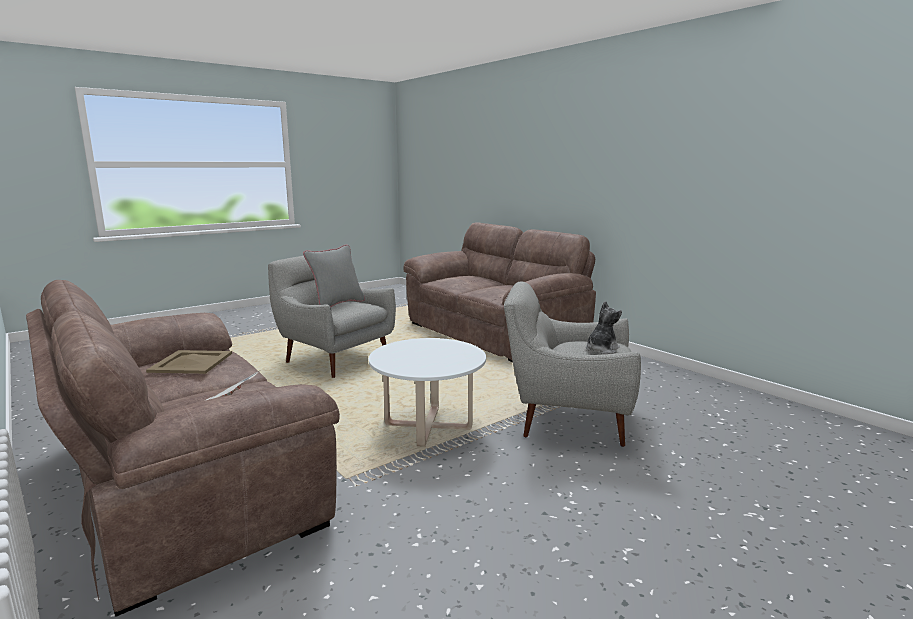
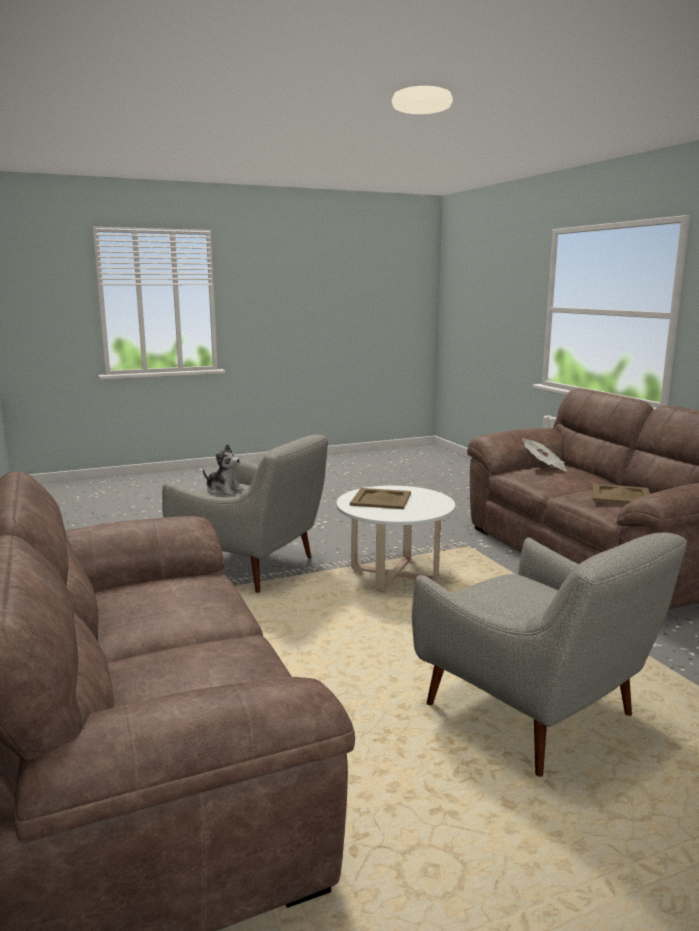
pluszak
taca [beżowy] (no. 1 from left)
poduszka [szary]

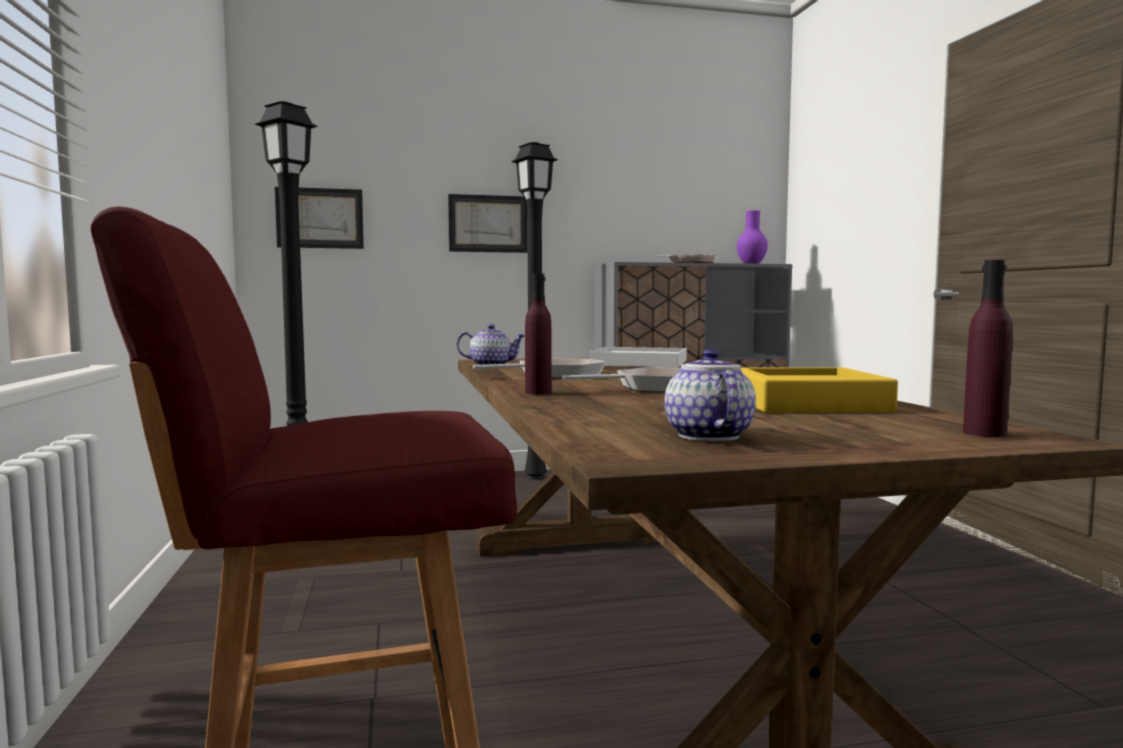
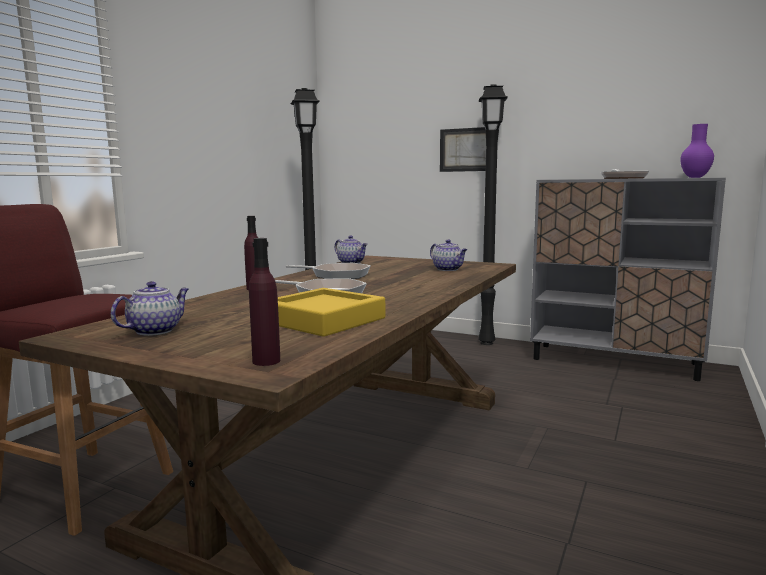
imbryk (no. 3 from left)
obraz (no. 1 from left in the first image)

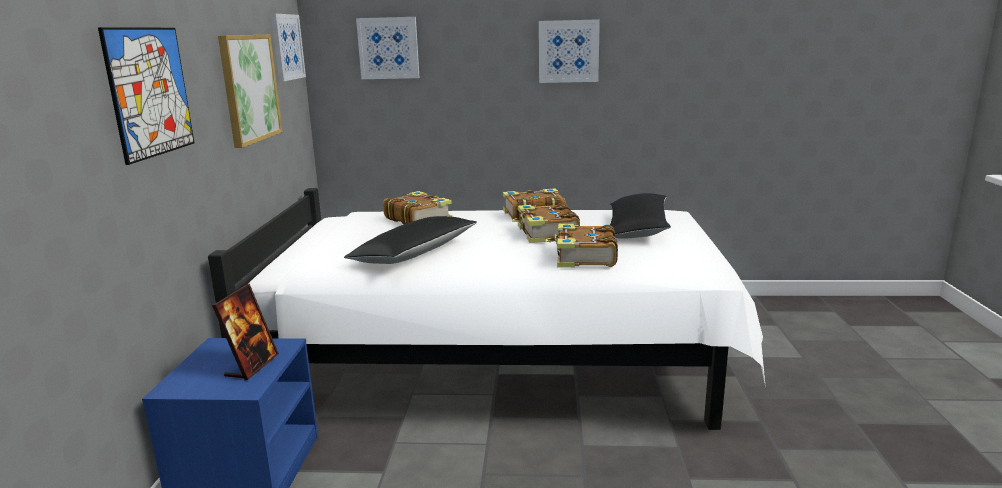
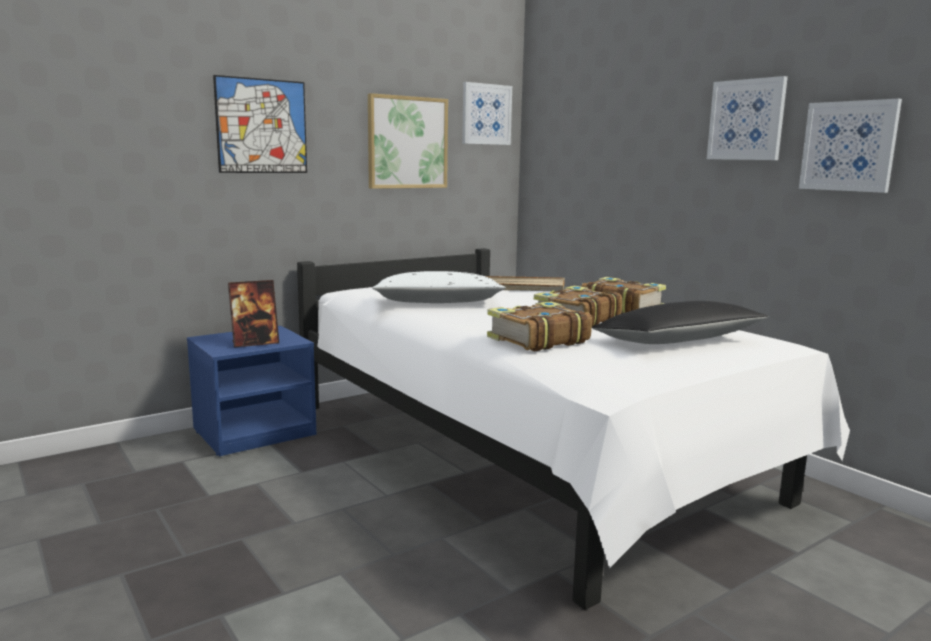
poduszka [biały]
taca [beżowy]
obraz (no. 5 from left)

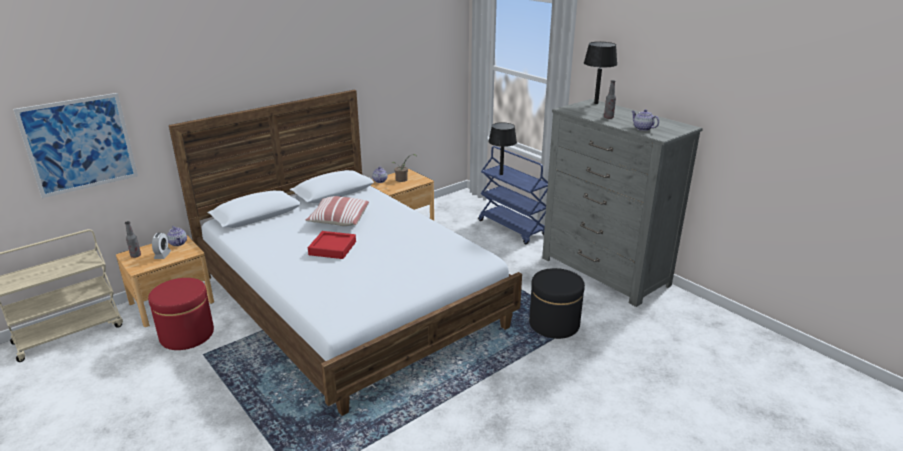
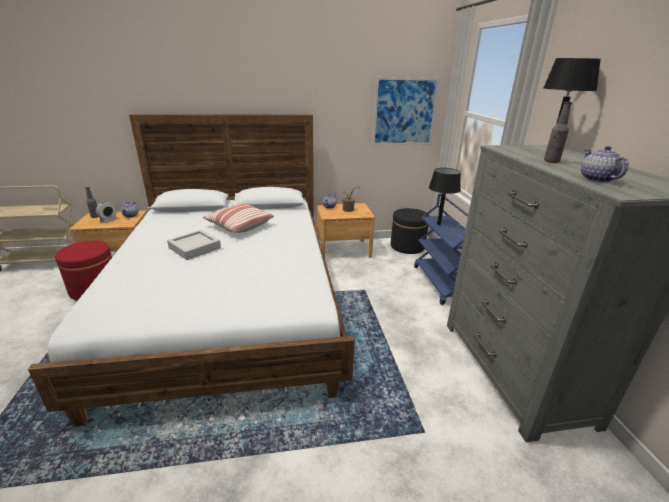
taca [szary]
obraz
pufa [czarny]

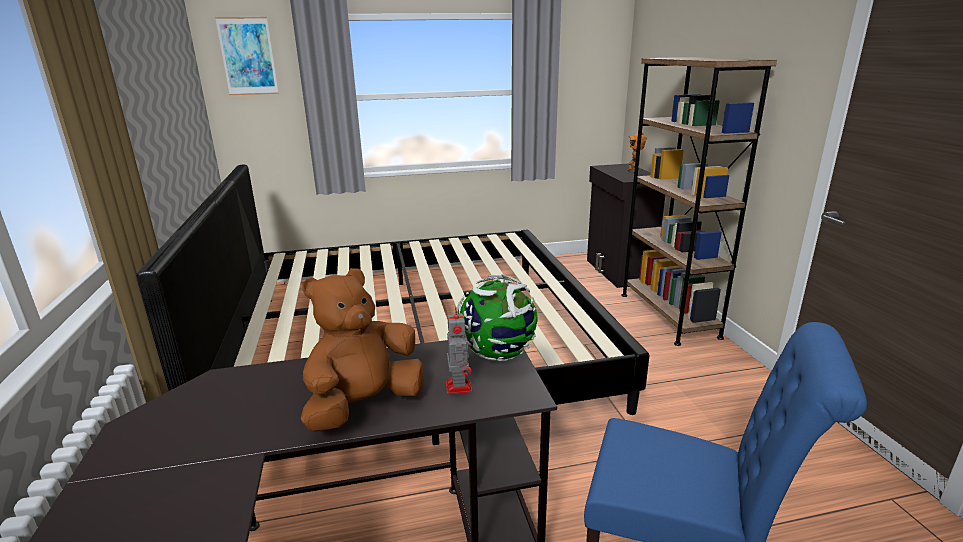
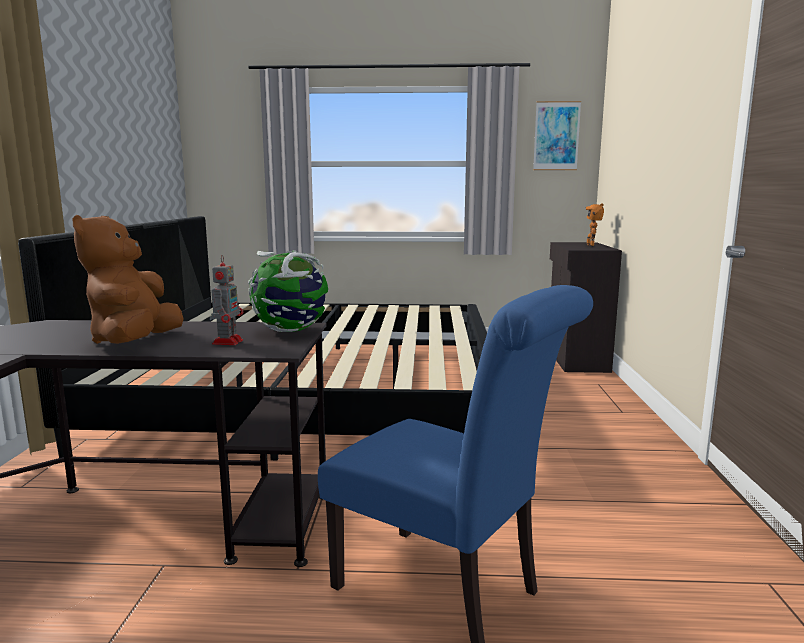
pluszak [brązowy]
obraz
regał [brązowy]

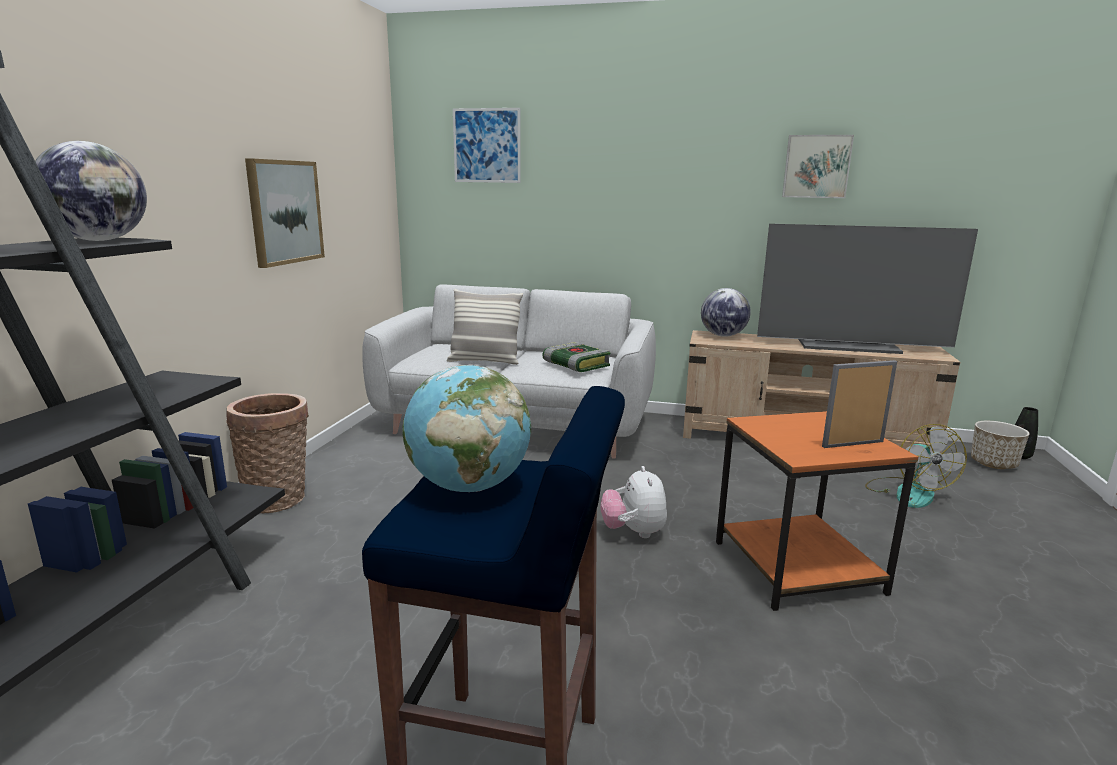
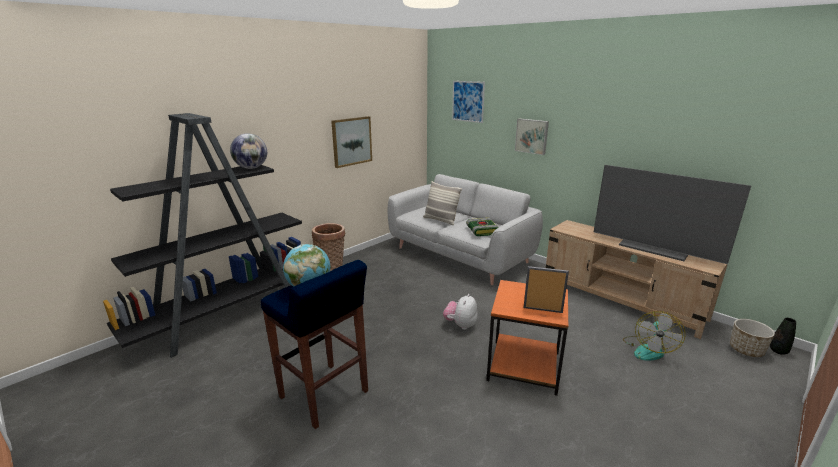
obraz (no. 3 from left)
globus (no. 3 from left in the first image)

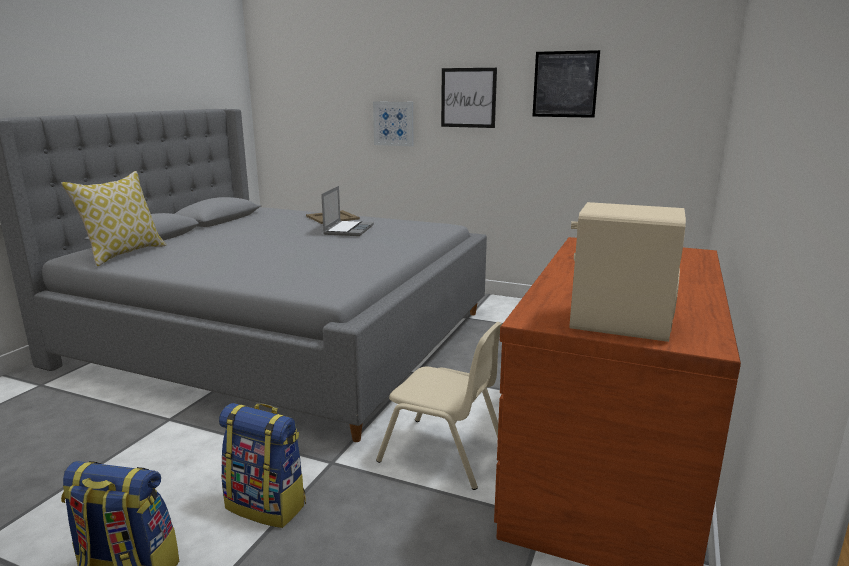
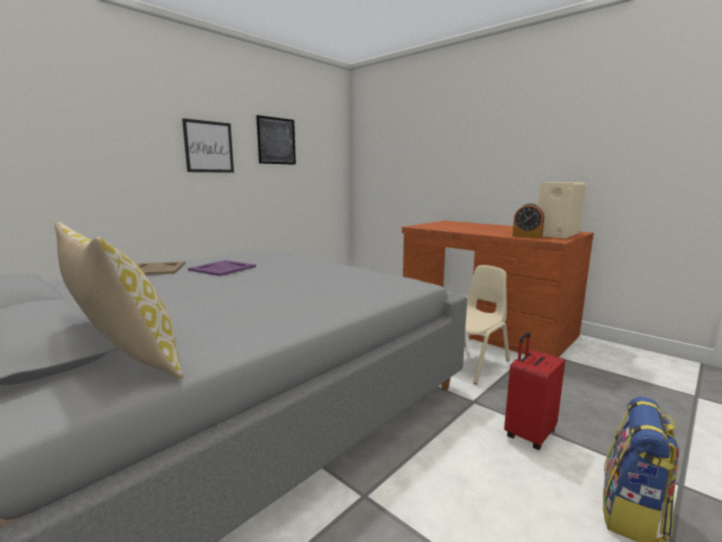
taca [fioletowy]
walizka [czerwony]
budzik
obraz (no. 1 from left in the first image)

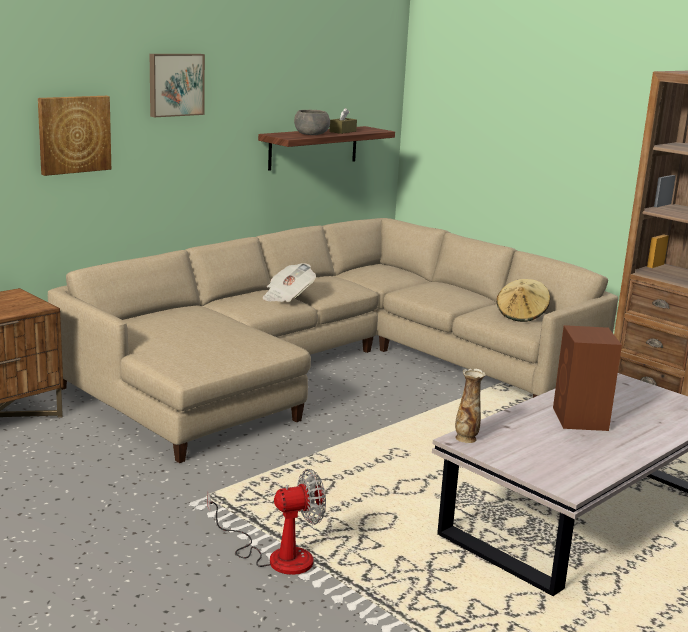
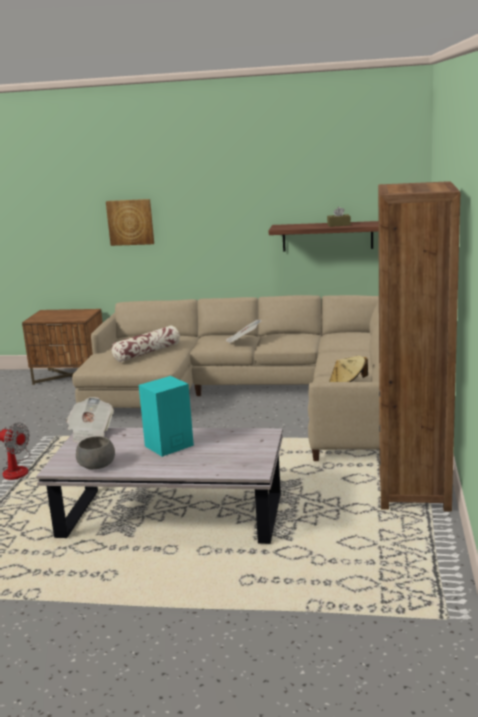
gazeta (no. 1 from left)
miska [szary]
poduszka
głośnik [turkusowy]
obraz (no. 2 from left in the first image)

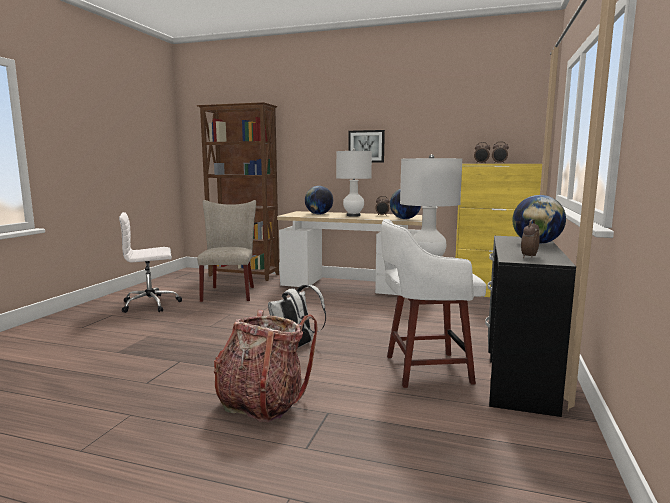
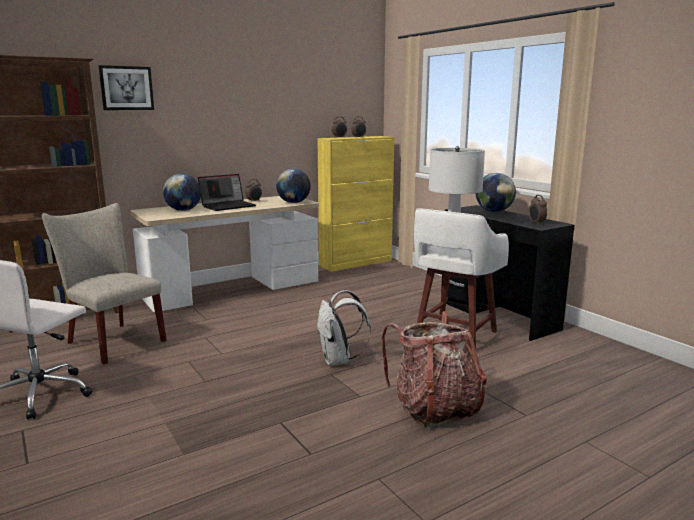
obraz
laptop

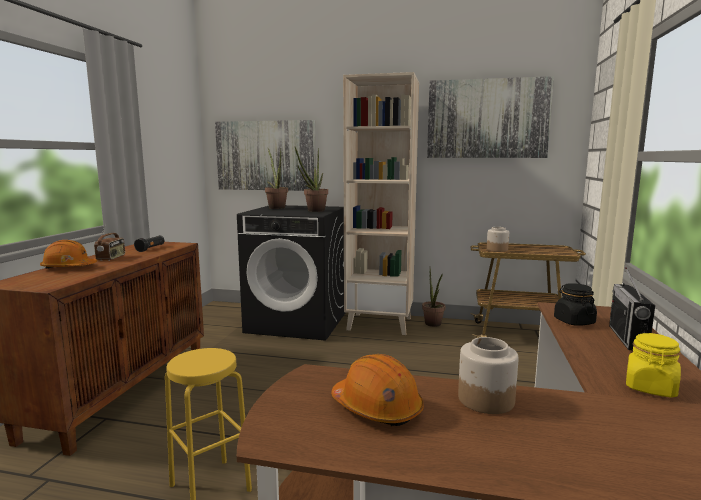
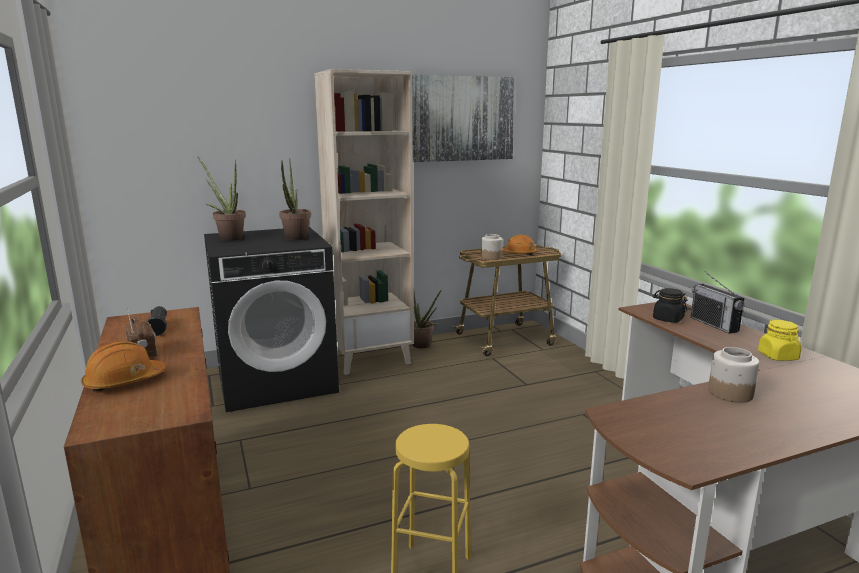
kask [pomarańczowy] (no. 2 from left)
obraz (no. 1 from left in the first image)

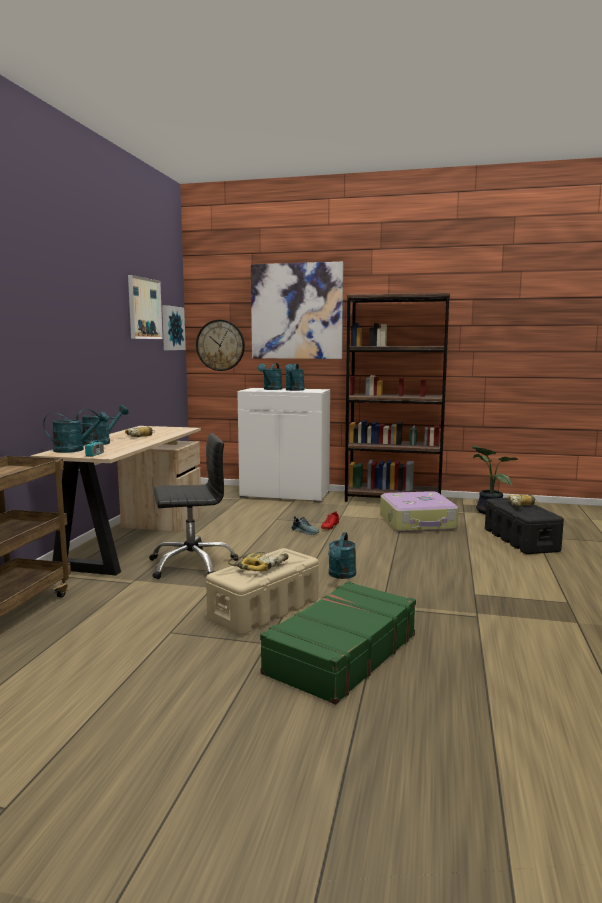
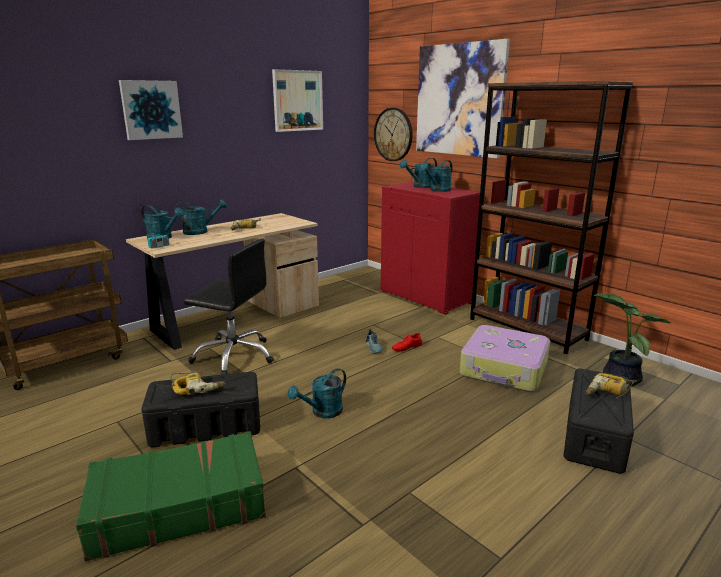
obraz (no. 1 from left)
pojemnik do przechowywania [czarny] (no. 1 from left)
szafka [czerwony]

